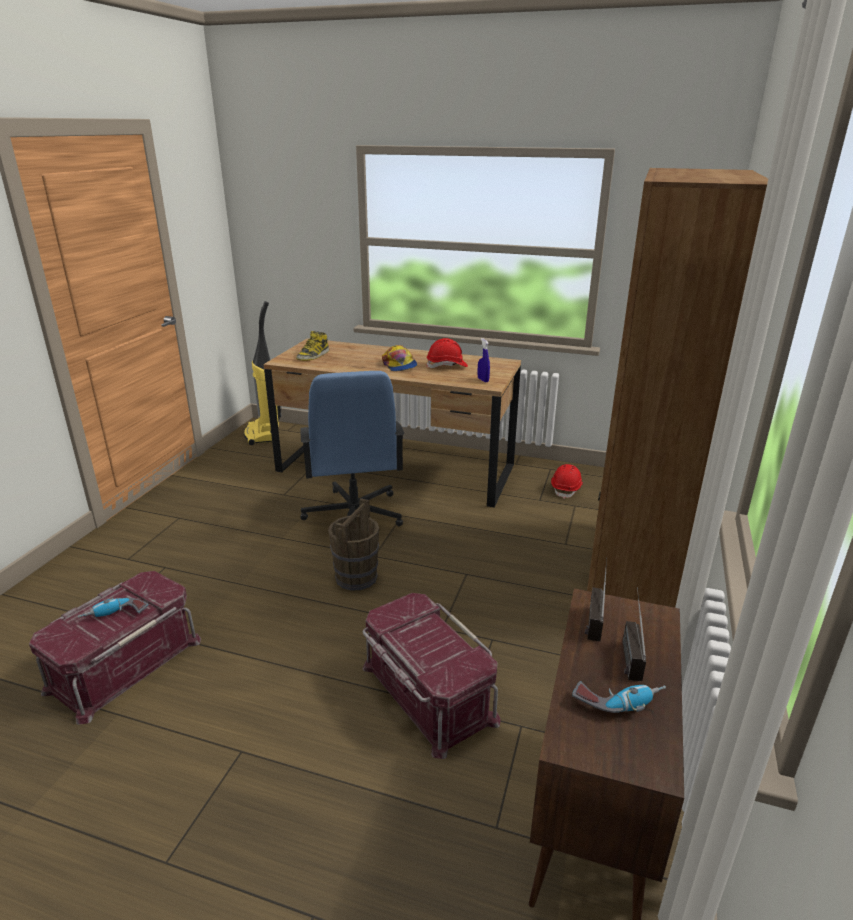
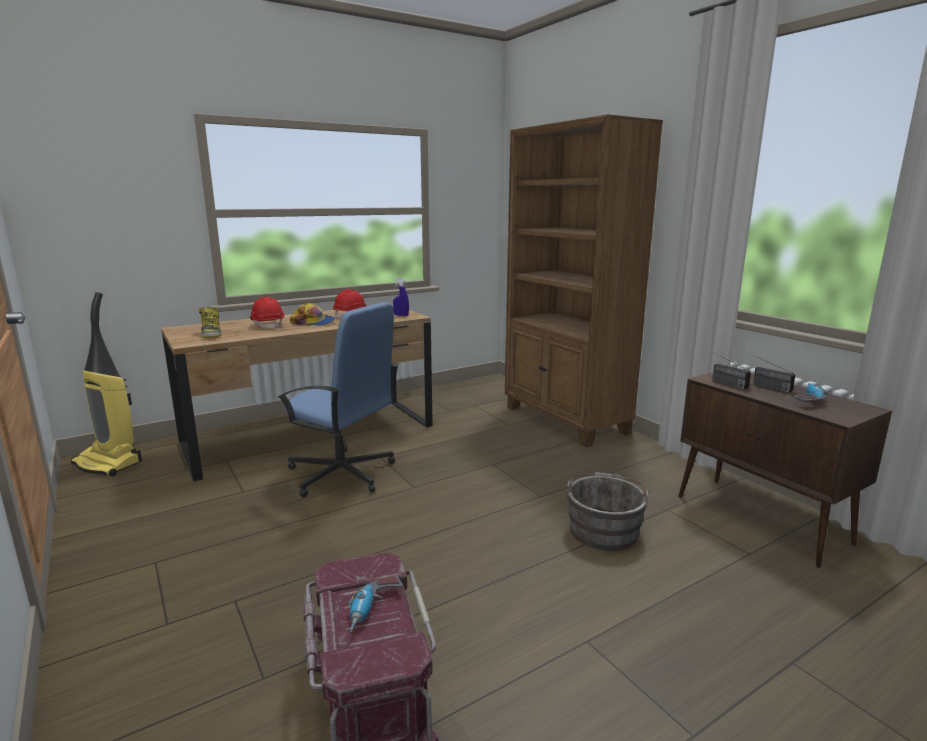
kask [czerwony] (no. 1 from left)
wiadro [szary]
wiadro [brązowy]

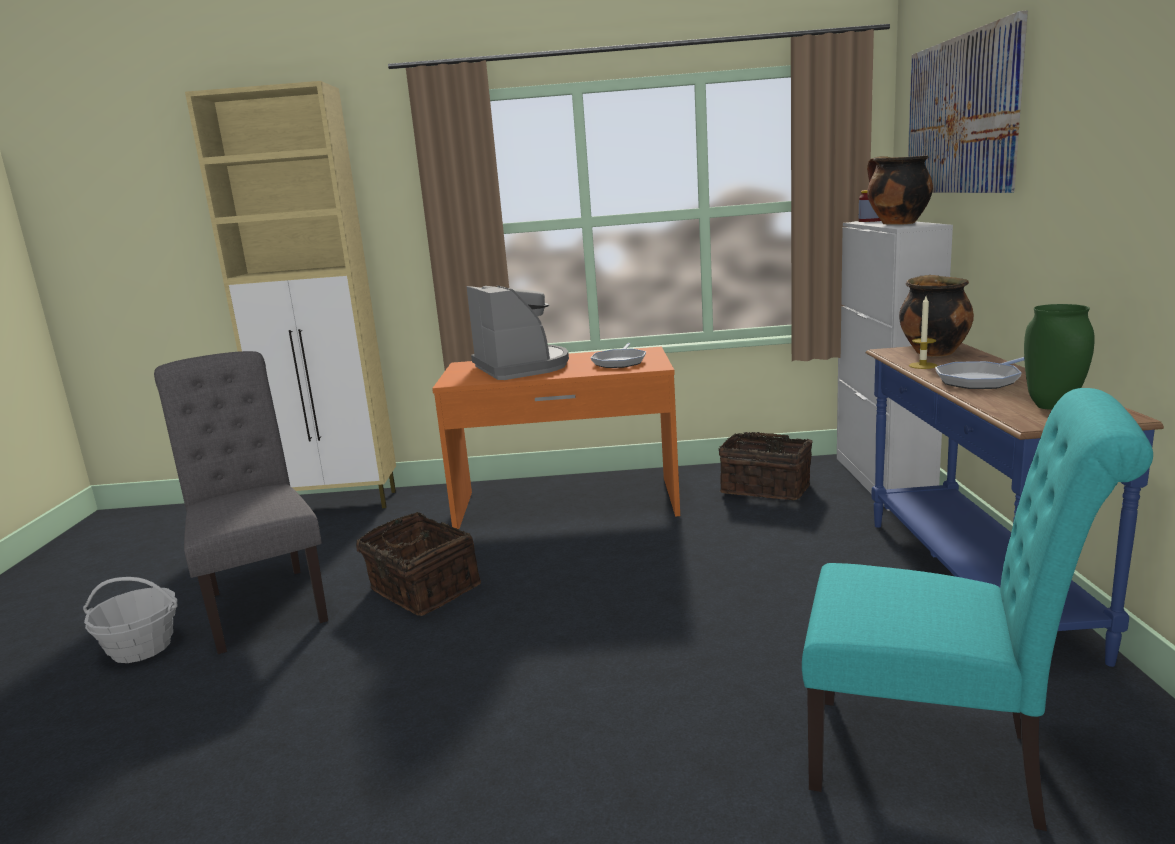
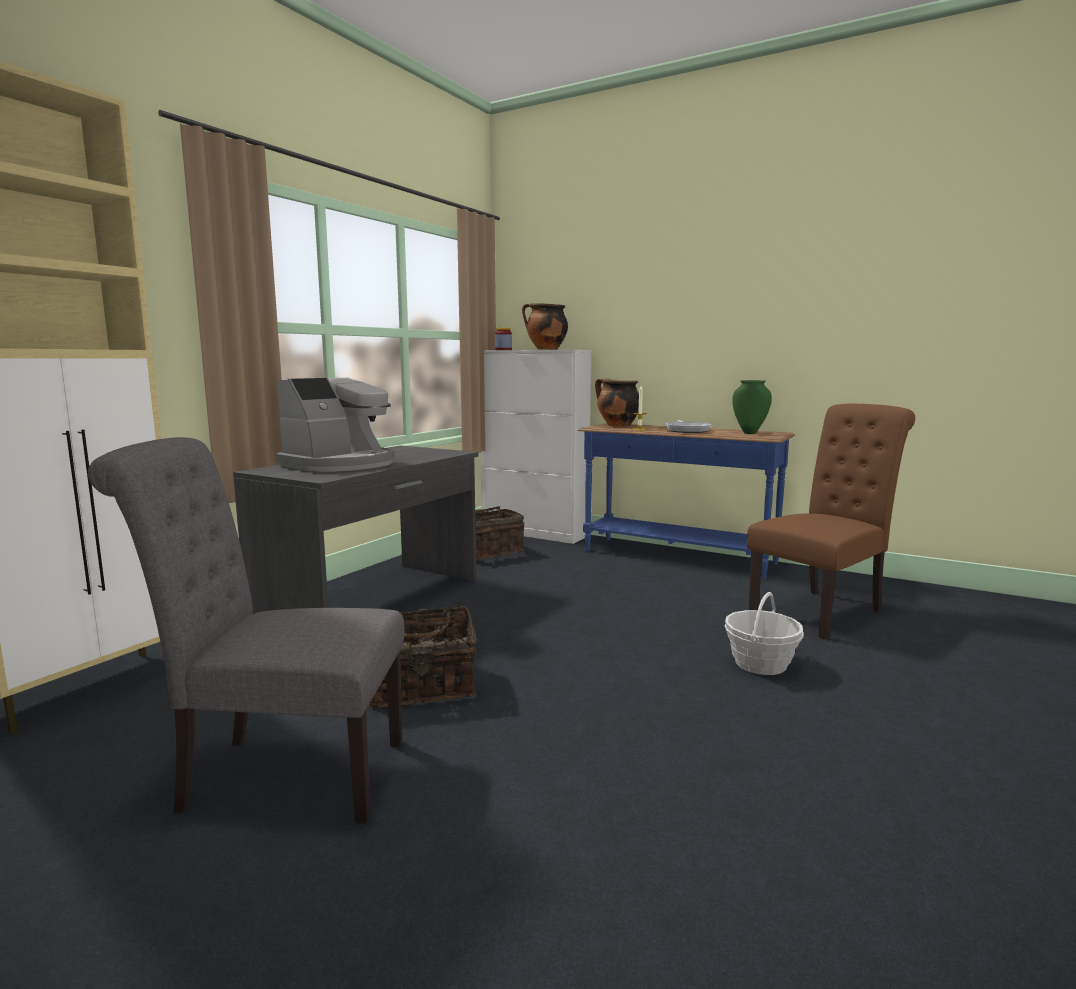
biurko [szary]
ekspres do kawy
koszyk (no. 3 from left)
krzesło [brązowy]
patelnia (no. 1 from left in the first image)
obraz

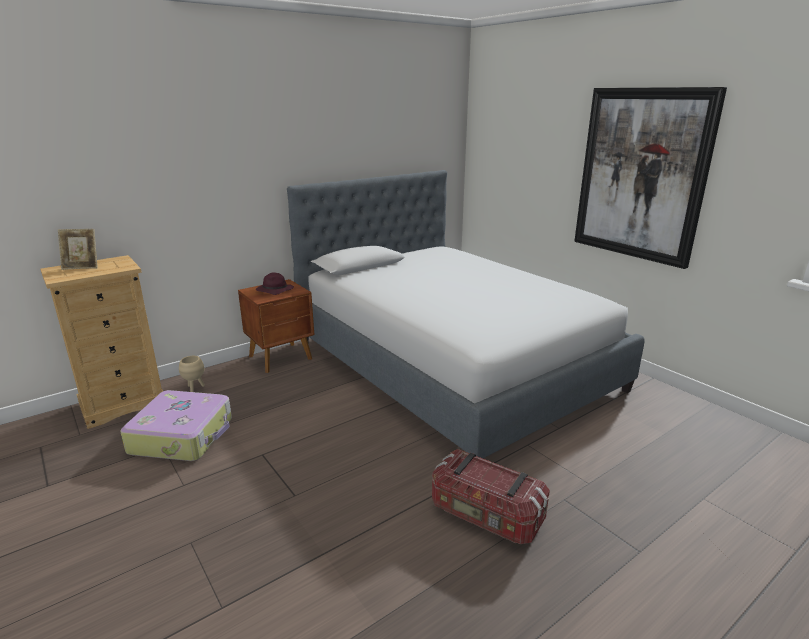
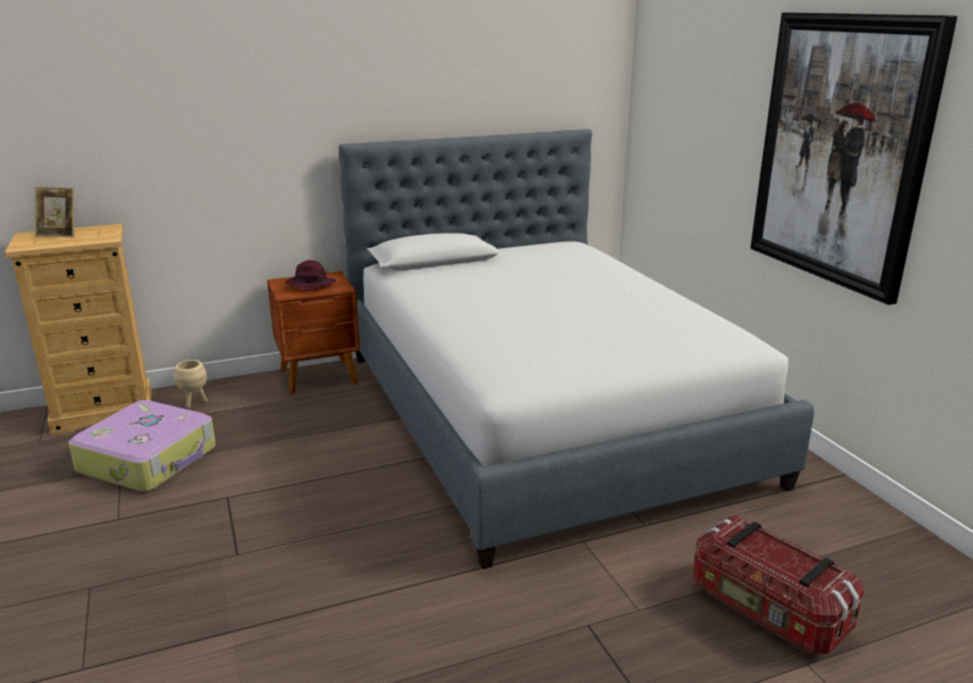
pojemnik do przechowywania

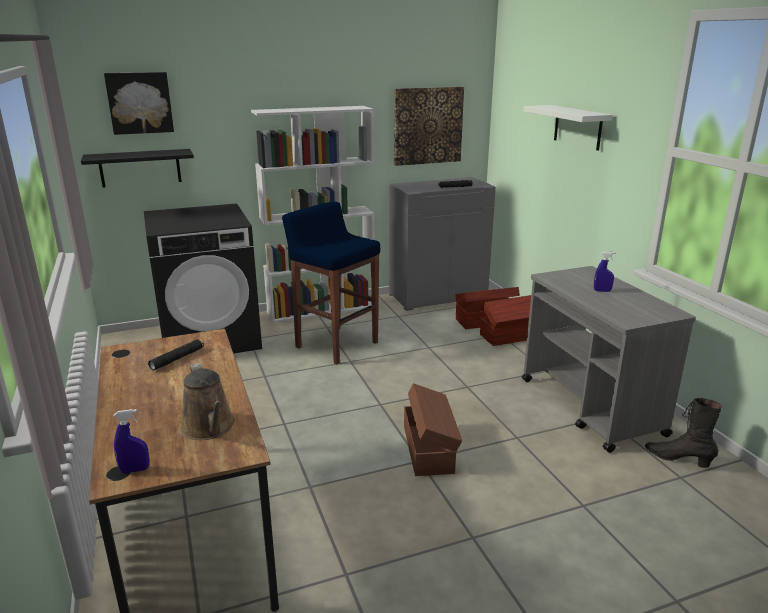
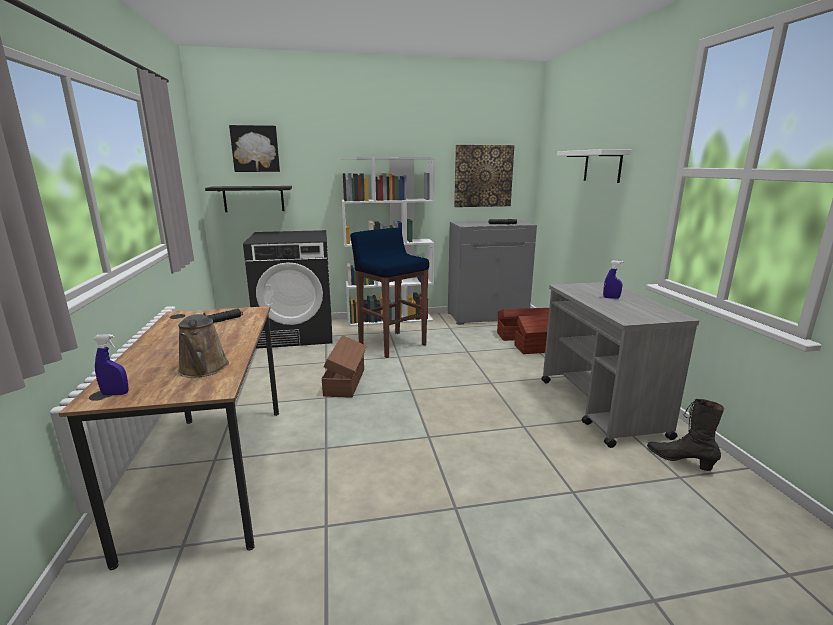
pojemnik do przechowywania [brązowy] (no. 1 from left)

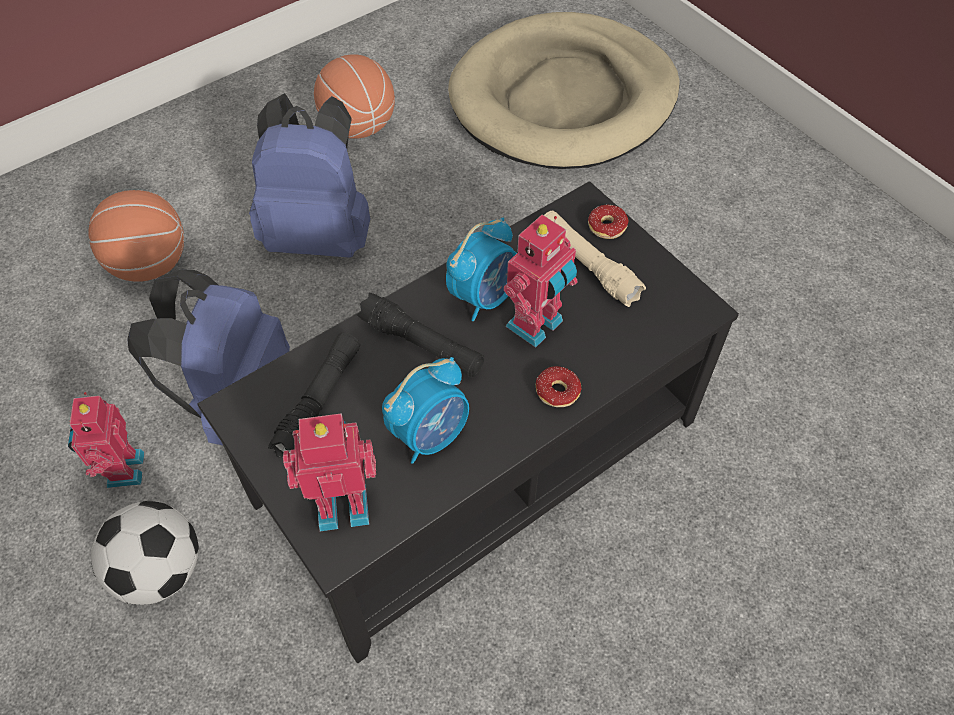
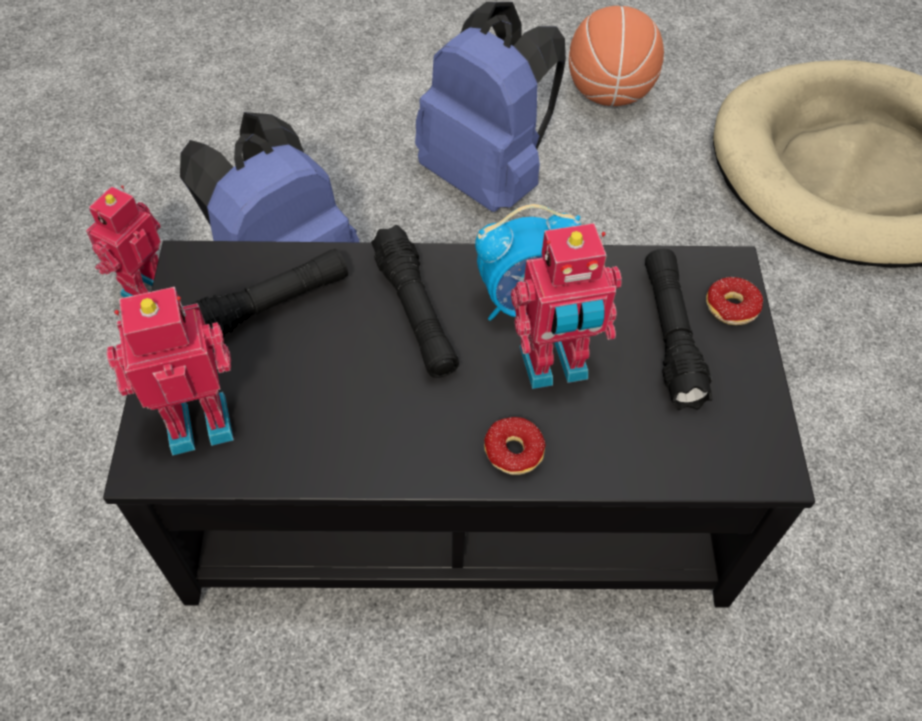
robot zabawkowy (no. 2 from left)
latarka [czarny] (no. 3 from left)
piłka do koszykówki (no. 1 from left in the first image)
piłka futbolowa
budzik (no. 1 from left in the first image)

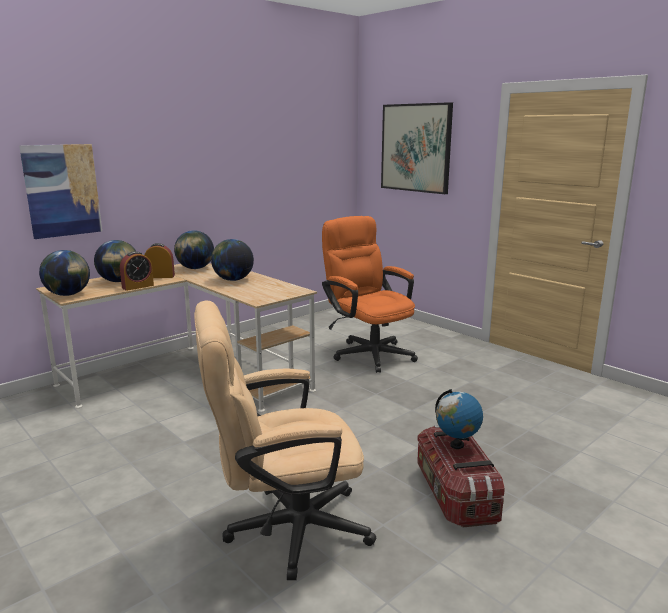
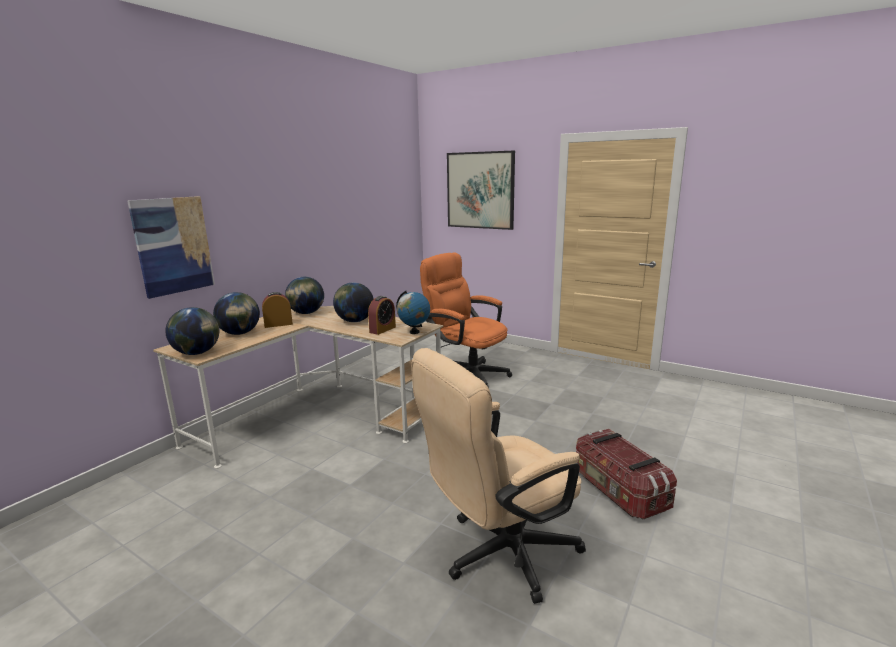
budzik (no. 2 from left)
globus (no. 5 from left)

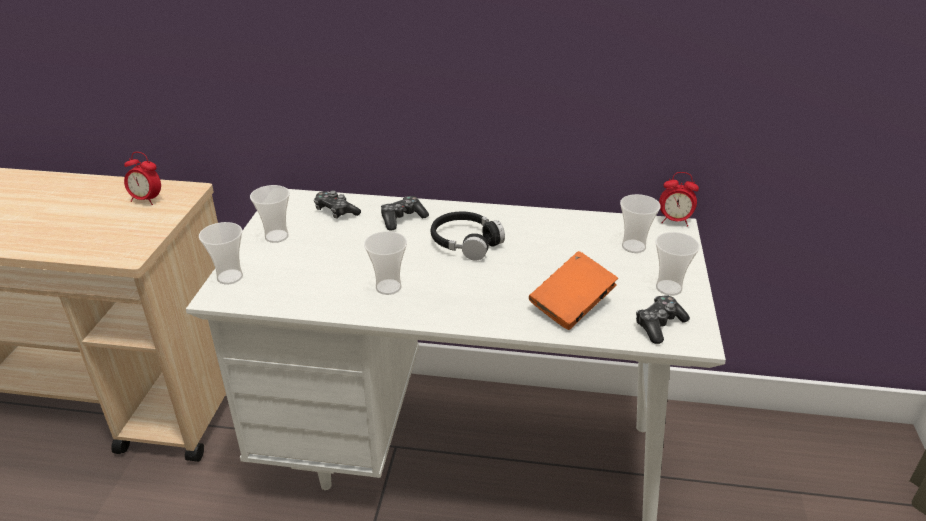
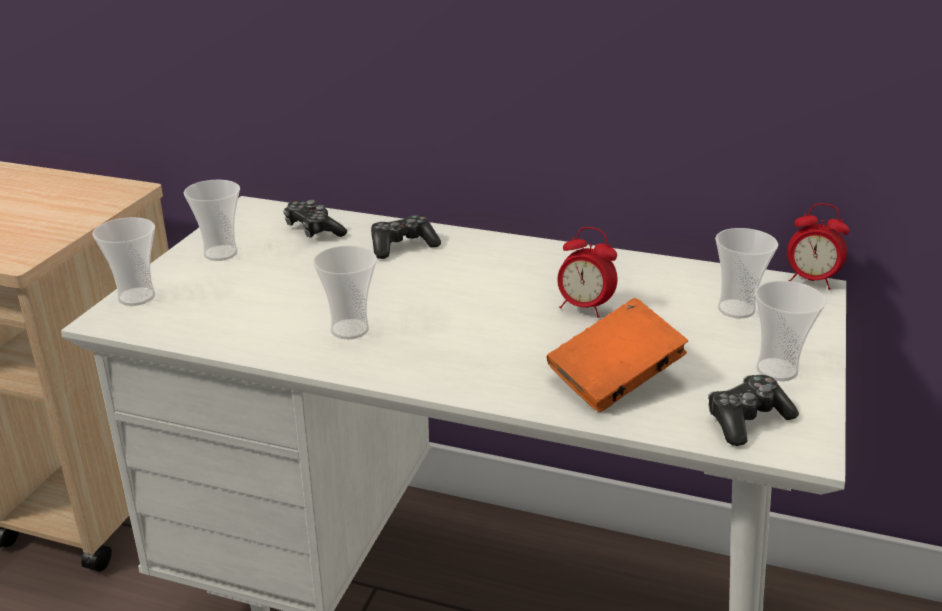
budzik (no. 1 from left)
słuchawki [czarny]

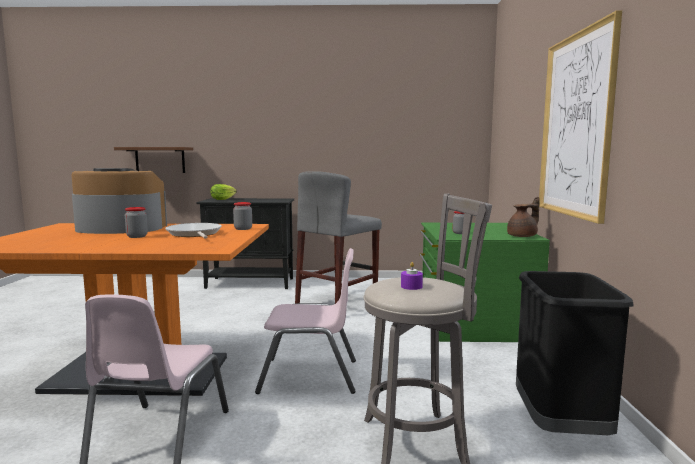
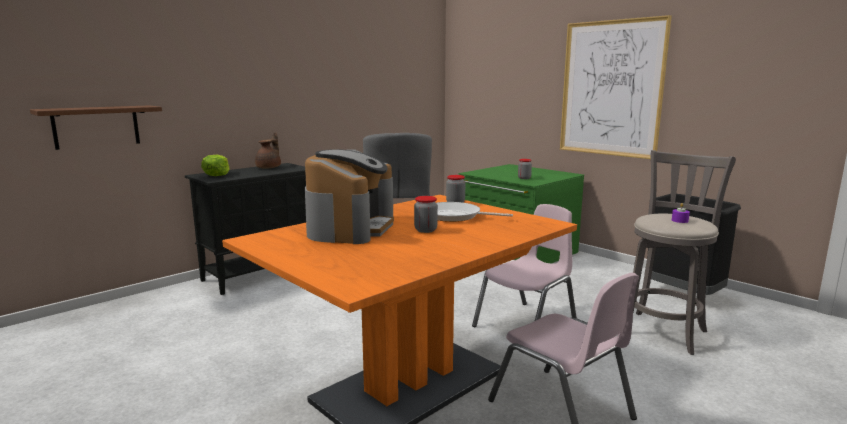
imbryk [brązowy]
ekspres do kawy

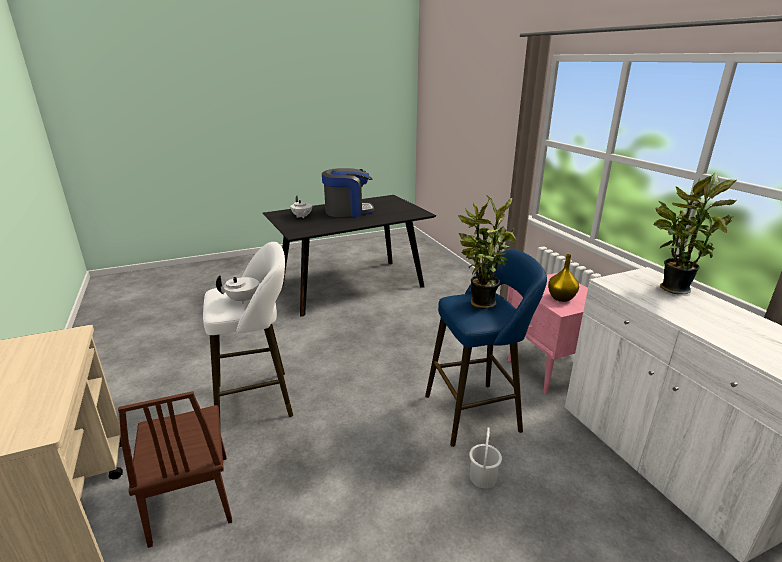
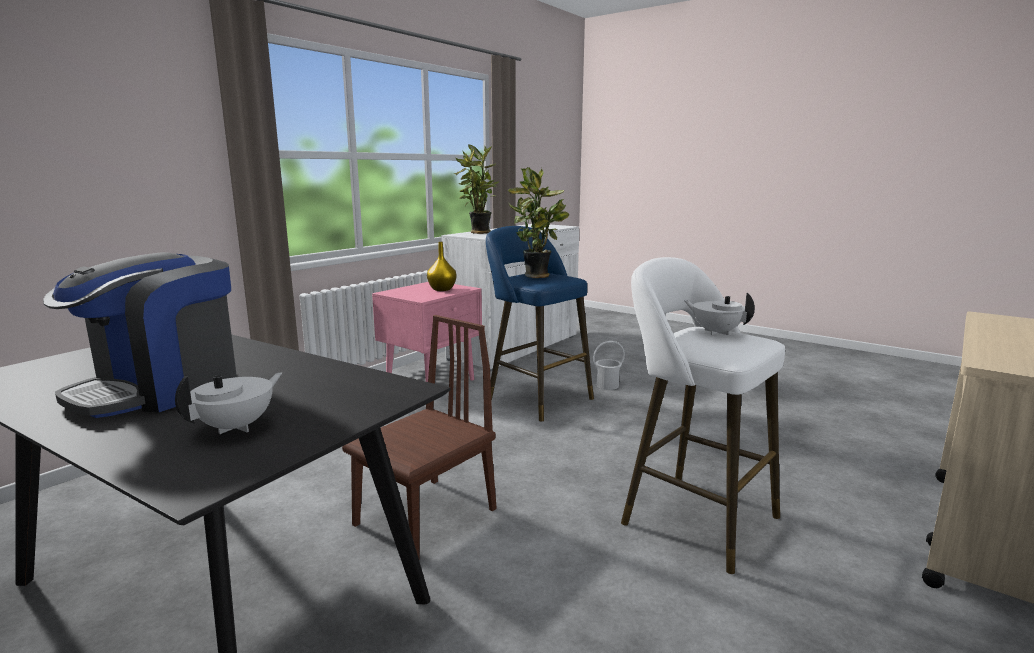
ekspres do kawy
krzesło [brązowy]

